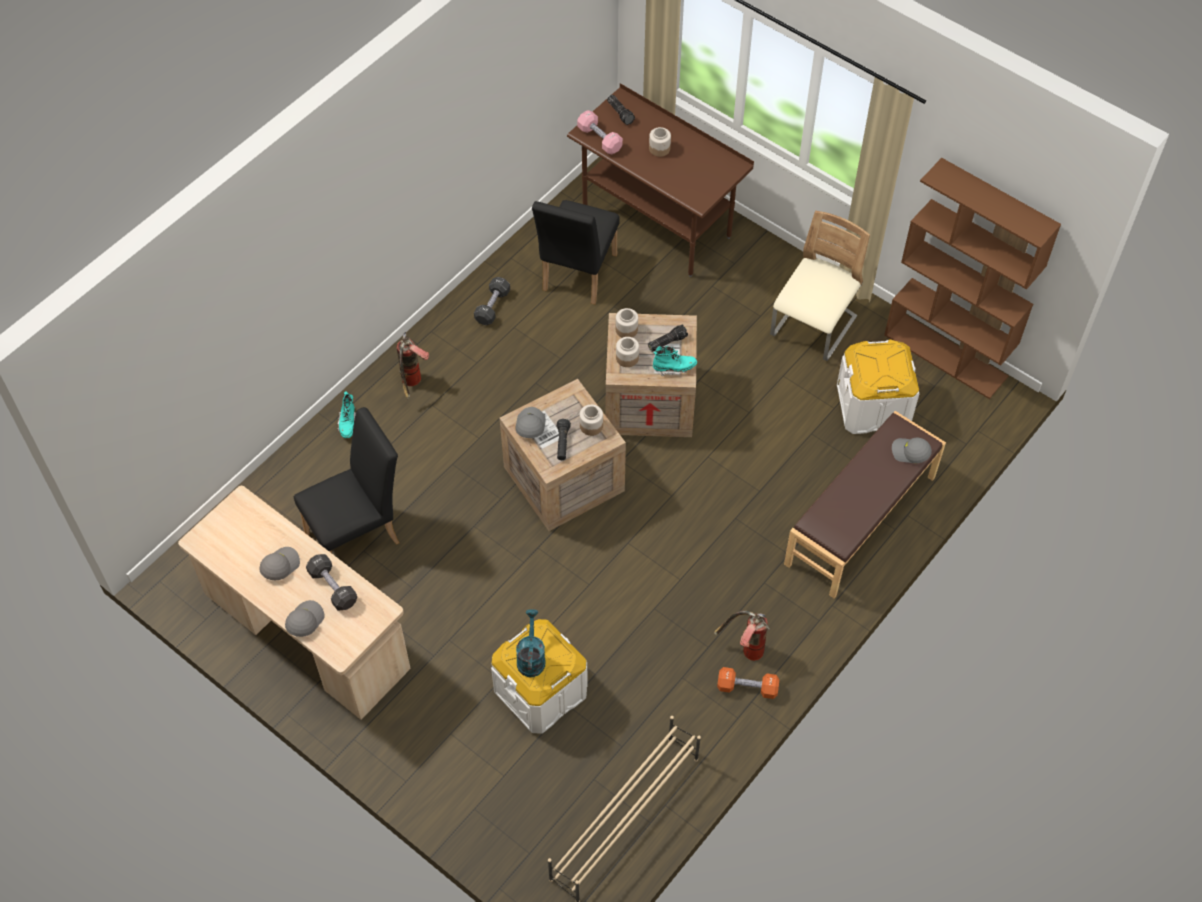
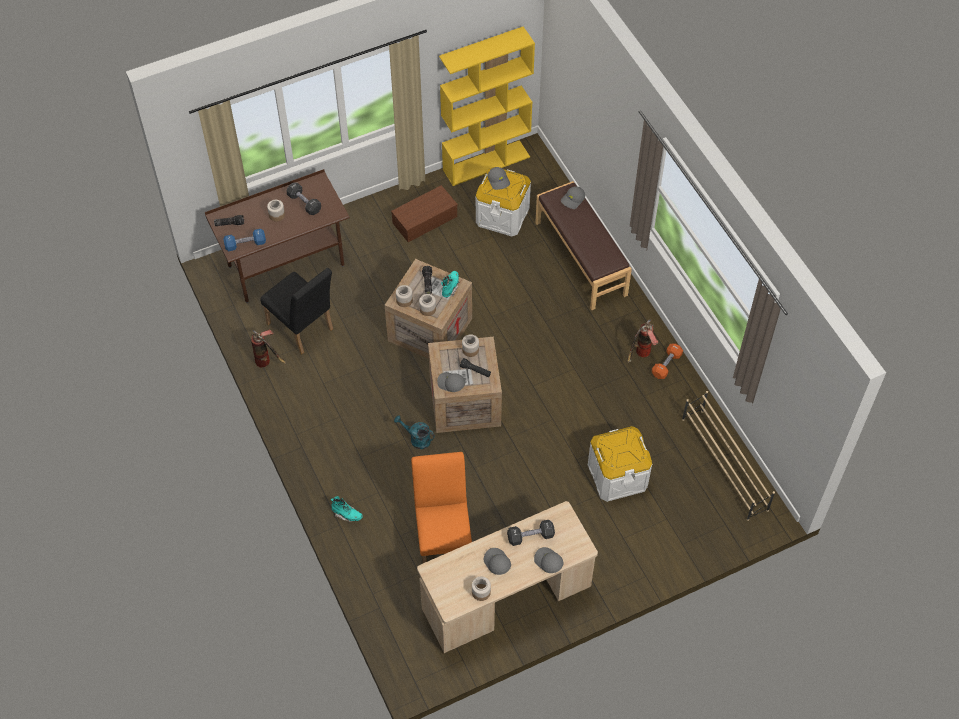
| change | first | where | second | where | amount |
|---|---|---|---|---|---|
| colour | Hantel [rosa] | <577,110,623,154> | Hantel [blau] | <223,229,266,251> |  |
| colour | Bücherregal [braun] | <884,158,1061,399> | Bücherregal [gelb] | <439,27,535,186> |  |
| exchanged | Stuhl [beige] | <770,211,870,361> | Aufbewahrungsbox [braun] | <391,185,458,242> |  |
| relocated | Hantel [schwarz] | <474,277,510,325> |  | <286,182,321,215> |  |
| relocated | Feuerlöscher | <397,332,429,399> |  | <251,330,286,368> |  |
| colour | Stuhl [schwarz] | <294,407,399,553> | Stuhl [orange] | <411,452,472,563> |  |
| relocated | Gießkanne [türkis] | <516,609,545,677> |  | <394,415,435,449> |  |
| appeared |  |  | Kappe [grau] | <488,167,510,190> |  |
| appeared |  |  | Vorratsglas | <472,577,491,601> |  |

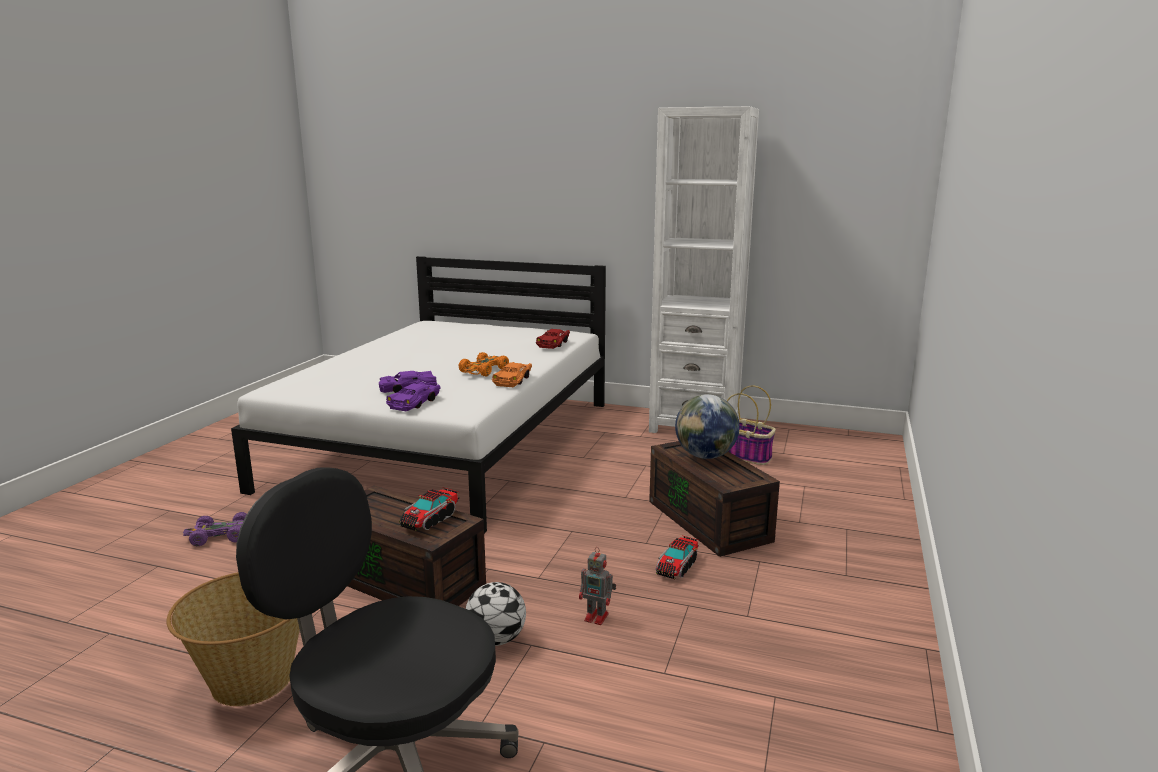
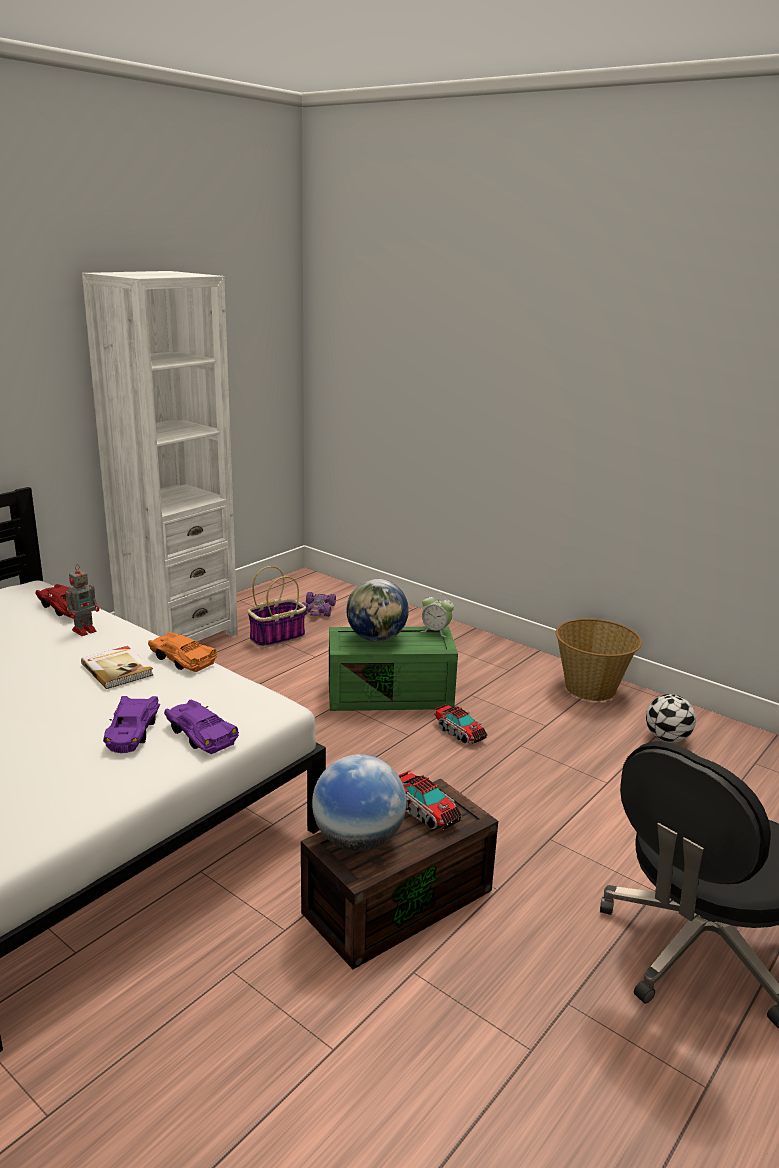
| change | first | where | second | where | amount |
|---|---|---|---|---|---|
| exchanged | Spielzeugauto [orange] | <459,352,509,377> | Buch | <81,646,153,689> |  |
| colour | Aufbewahrungsbox [braun] | <649,441,780,557> | Aufbewahrungsbox [grün] | <329,626,458,711> |  |
| relocated | Spielzeugauto [lila] | <183,512,247,546> |  | <302,592,336,617> |  |
| relocated | Spielzeugroboter | <579,547,616,625> |  | <65,564,99,636> |  |
| relocated | Korb | <166,572,300,706> |  | <556,619,642,701> |  |
| relocated | Fußball | <466,582,526,646> |  | <646,694,696,742> |  |
| appeared |  |  | Wecker | <421,593,454,637> |  |
| appeared |  |  | Globus | <312,754,406,852> |  |

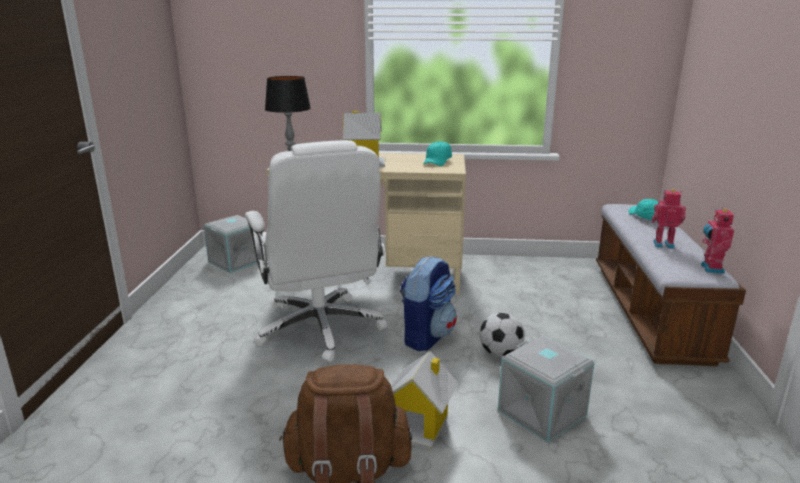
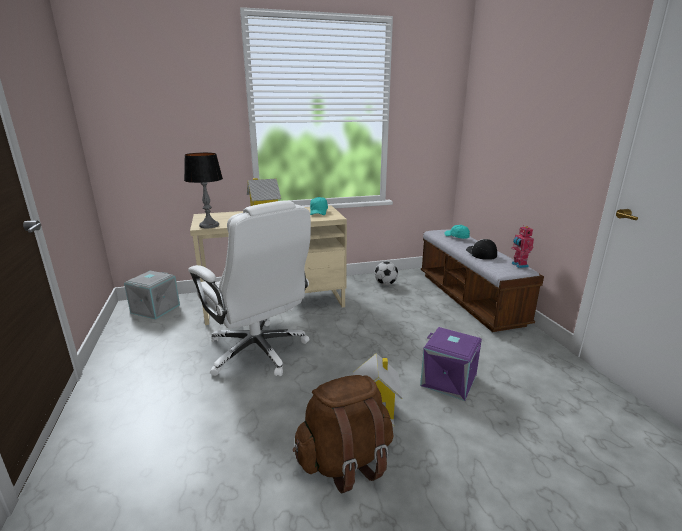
| change | first | where | second | where | amount |
|---|---|---|---|---|---|
| exchanged | Spielzeugroboter | <652,189,686,249> | Kappe | <466,239,497,260> |  |
| missing | Rucksack | <400,256,457,351> |  |  |  |
| relocated | Fußball | <480,312,525,357> |  | <374,261,398,285> |  |
| colour | Aufbewahrungsbox [grau] | <498,336,595,443> | Aufbewahrungsbox [lila] | <420,327,482,401> |  |

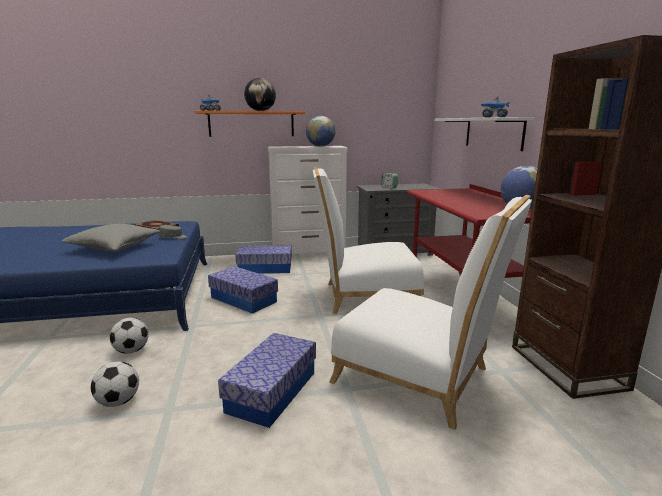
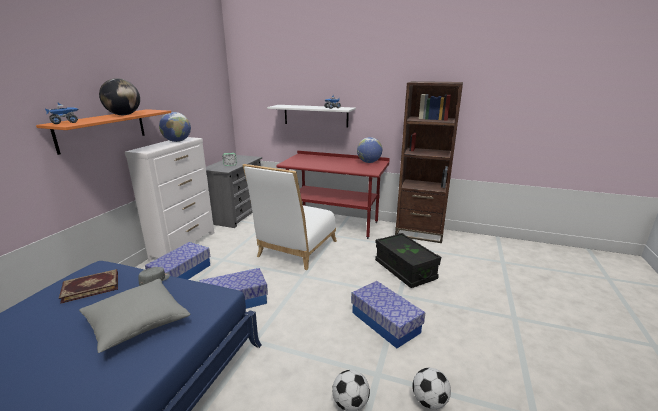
| change | first | where | second | where | amount |
|---|---|---|---|---|---|
| exchanged | Stuhl [weiß] | <329,195,532,430> | Aufbewahrungsbox [schwarz] | <375,233,441,288> |  |
| relocated | Fußball | <110,318,149,354> |  | <412,368,451,409> |  |

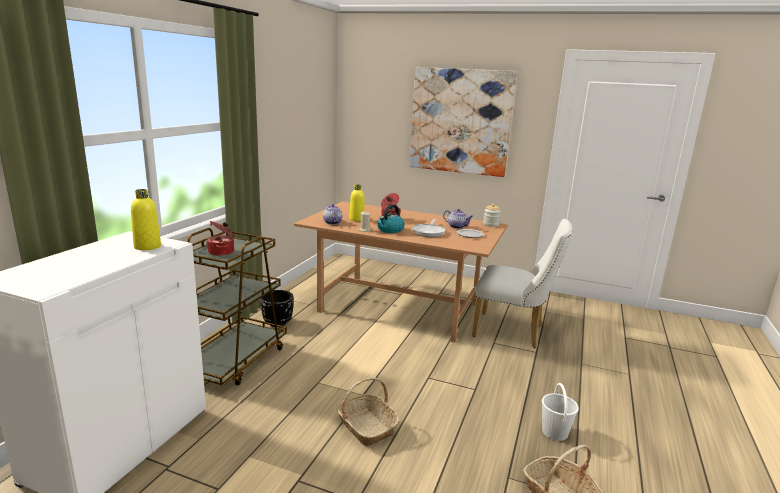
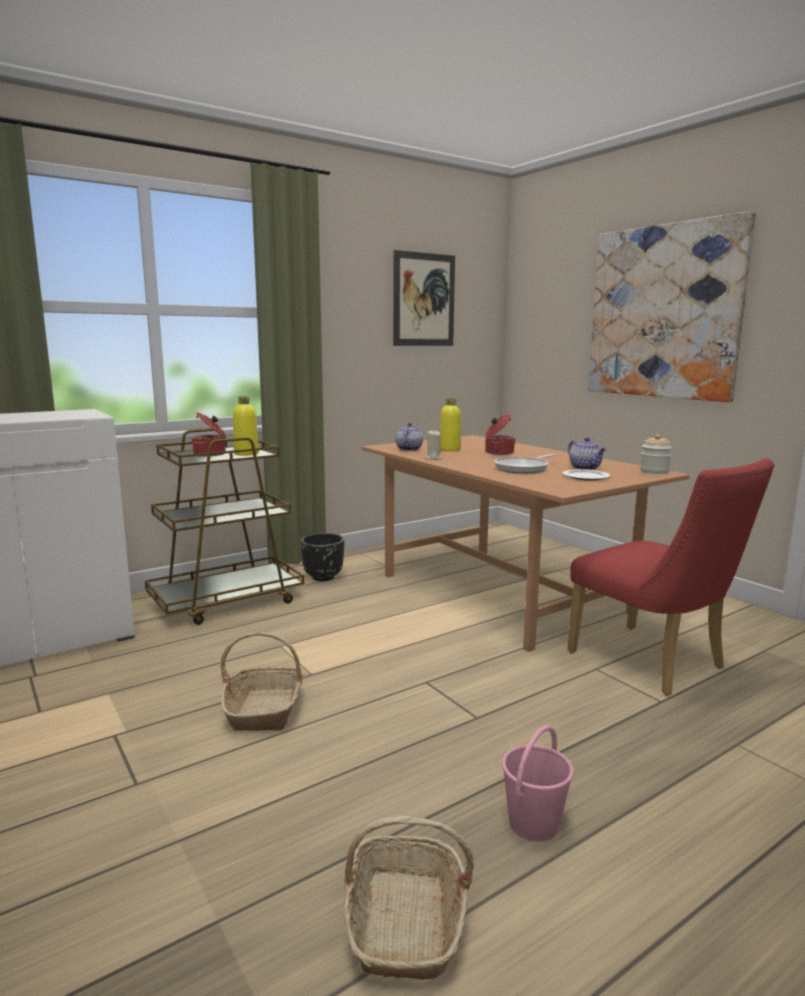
| change | first | where | second | where | amount |
|---|---|---|---|---|---|
| relocated | Flasche [gelb] | <131,189,161,250> |  | <233,396,259,456> |  |
| missing | Wasserkessel | <377,204,405,233> |  |  |  |
| colour | Stuhl [weiß] | <472,219,573,348> | Stuhl [rot] | <567,458,774,696> |  |
| colour | Eimer [weiß] | <542,383,579,441> | Eimer [rosa] | <502,725,574,842> |  |
| appeared |  |  | Bild | <393,250,455,346> |  |

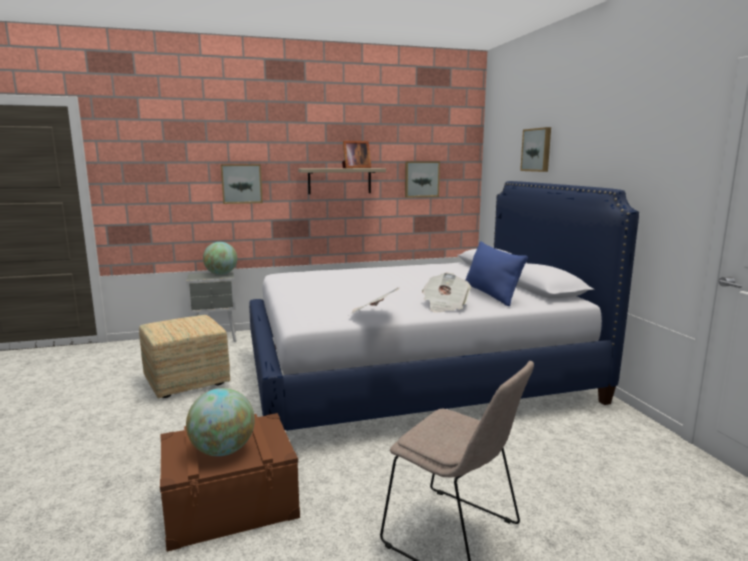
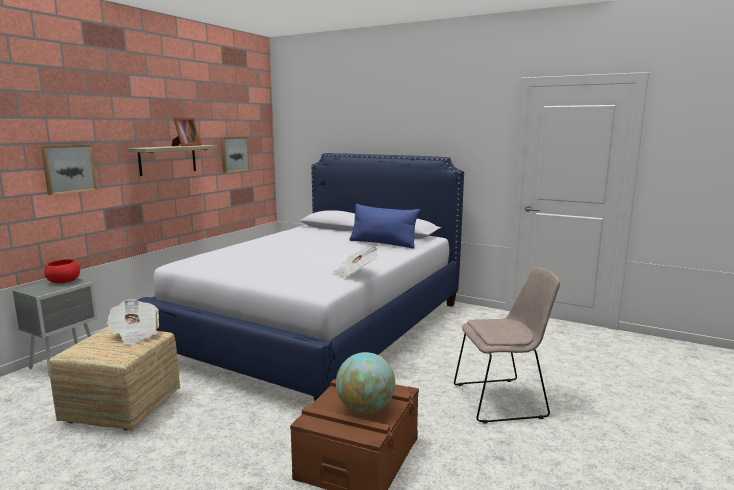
| change | first | where | second | where | amount |
|---|---|---|---|---|---|
| missing | Bild | <520,127,551,172> |  |  |  |
| exchanged | Globus | <203,242,237,275> | Schüssel [rot] | <45,259,80,283> |  |
| relocated | Zeitung | <422,273,471,312> |  | <106,299,159,345> |  |

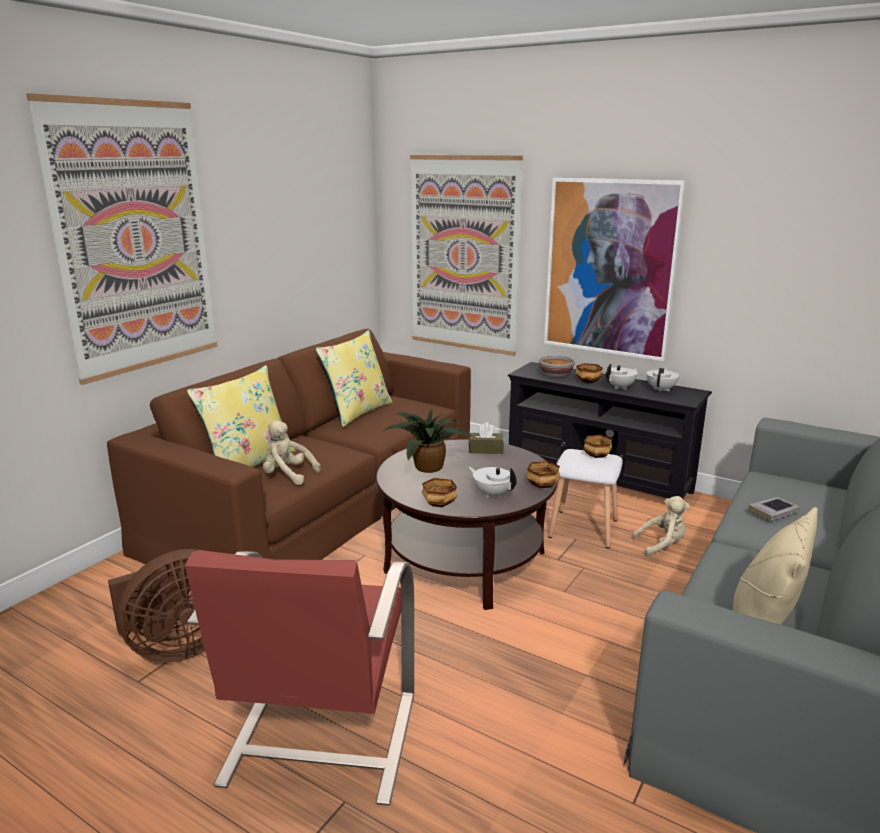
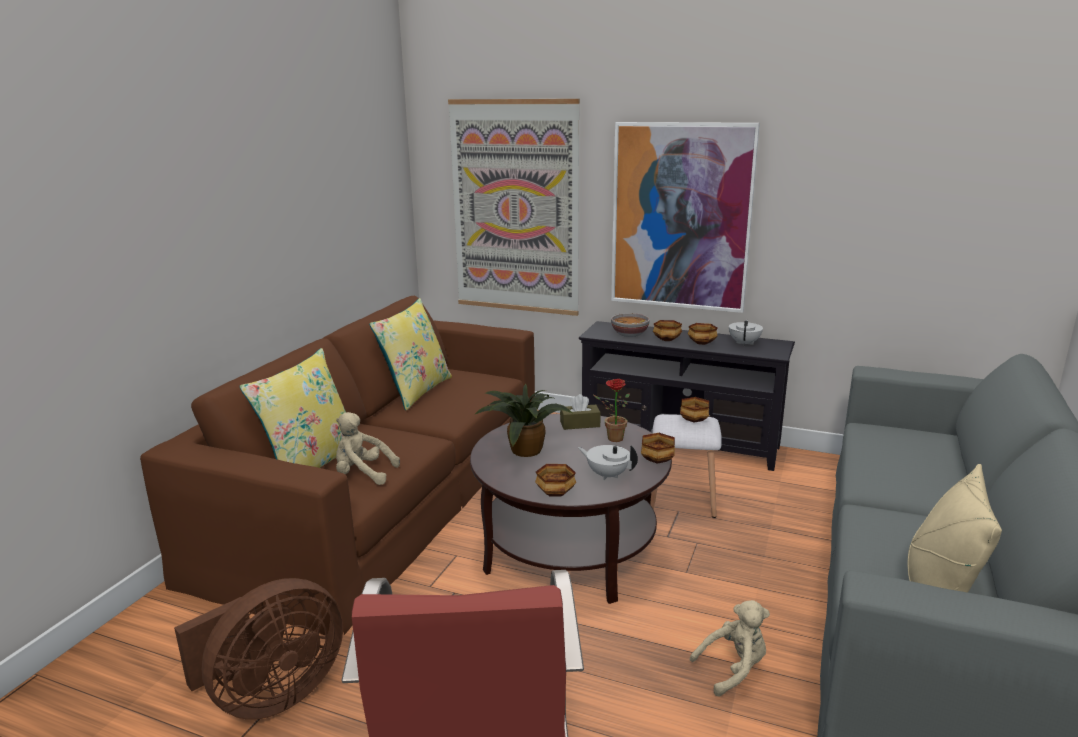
| change | first | where | second | where | amount |
|---|---|---|---|---|---|
| missing | Bild | <26,93,218,385> |  |  |  |
| exchanged | Teekanne [weiß] | <606,364,638,390> | Schüssel | <688,323,718,345> |  |
| relocated | Plüschtier [beige] | <632,496,690,557> |  | <690,600,770,696> |  |
| missing | Buch | <748,497,800,521> |  |  |  |
| appeared |  |  | Topfpflanze | <593,379,630,442> |  |

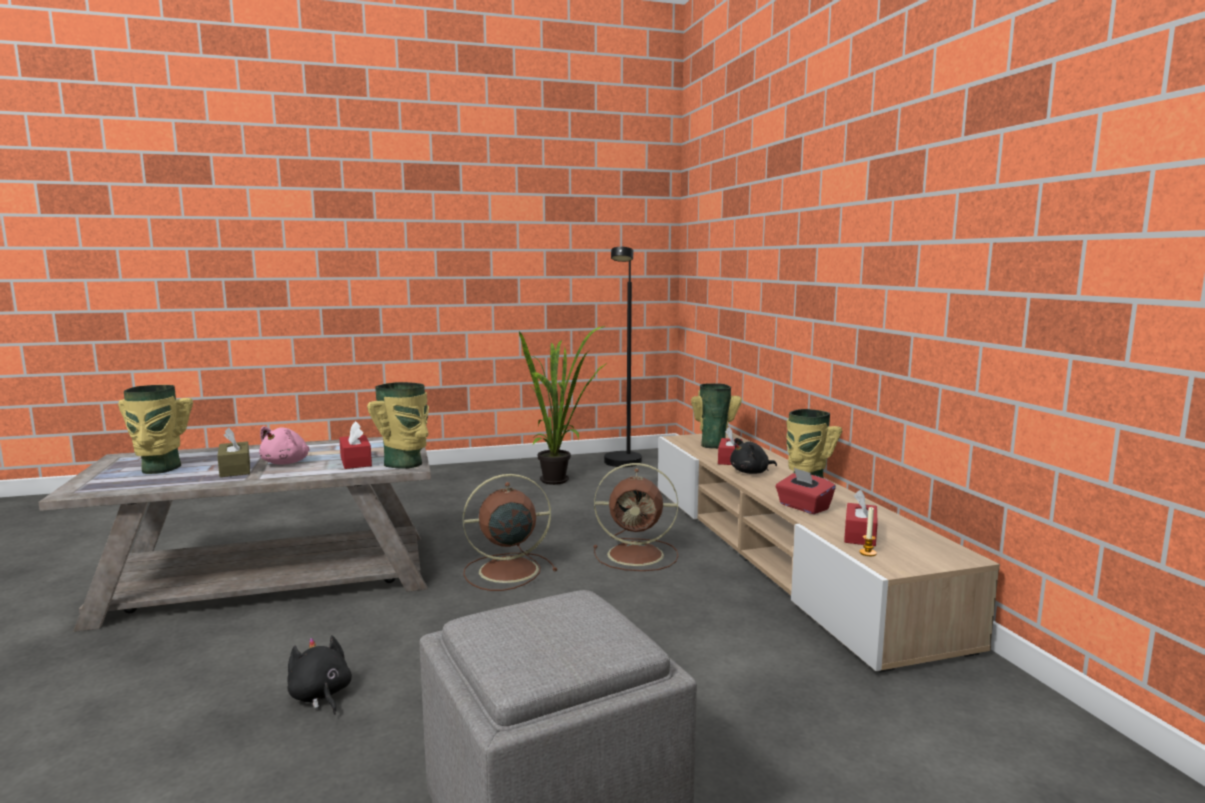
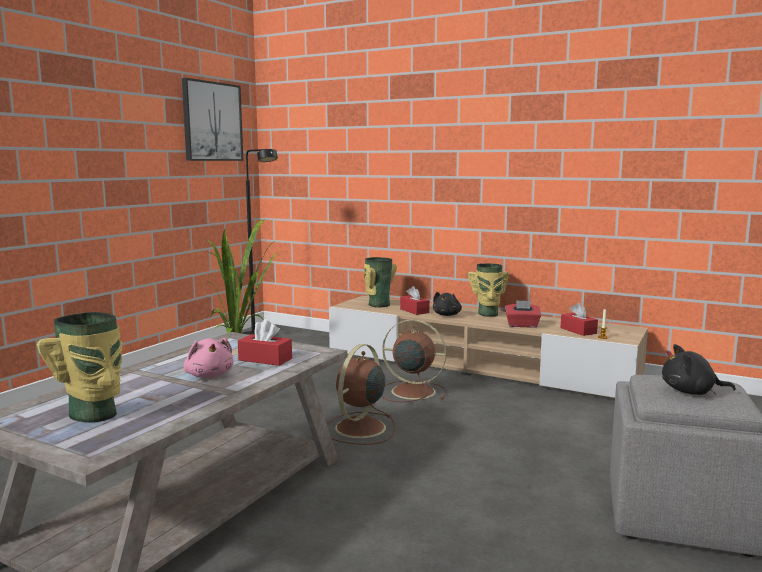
| change | first | where | second | where | amount |
|---|---|---|---|---|---|
| missing | Vase | <367,382,429,468> |  |  |  |
| missing | Taschentuchbox [braun] | <217,428,250,477> |  |  |  |
| spun | Ventilator [braun] | <594,463,678,571> |  | <381,319,446,402> | 120 degrees counterclockwise |
| relocated | Plüschtier [schwarz] | <287,635,352,715> |  | <662,344,736,395> |  |
| appeared |  |  | Bild | <182,78,243,161> |  |

